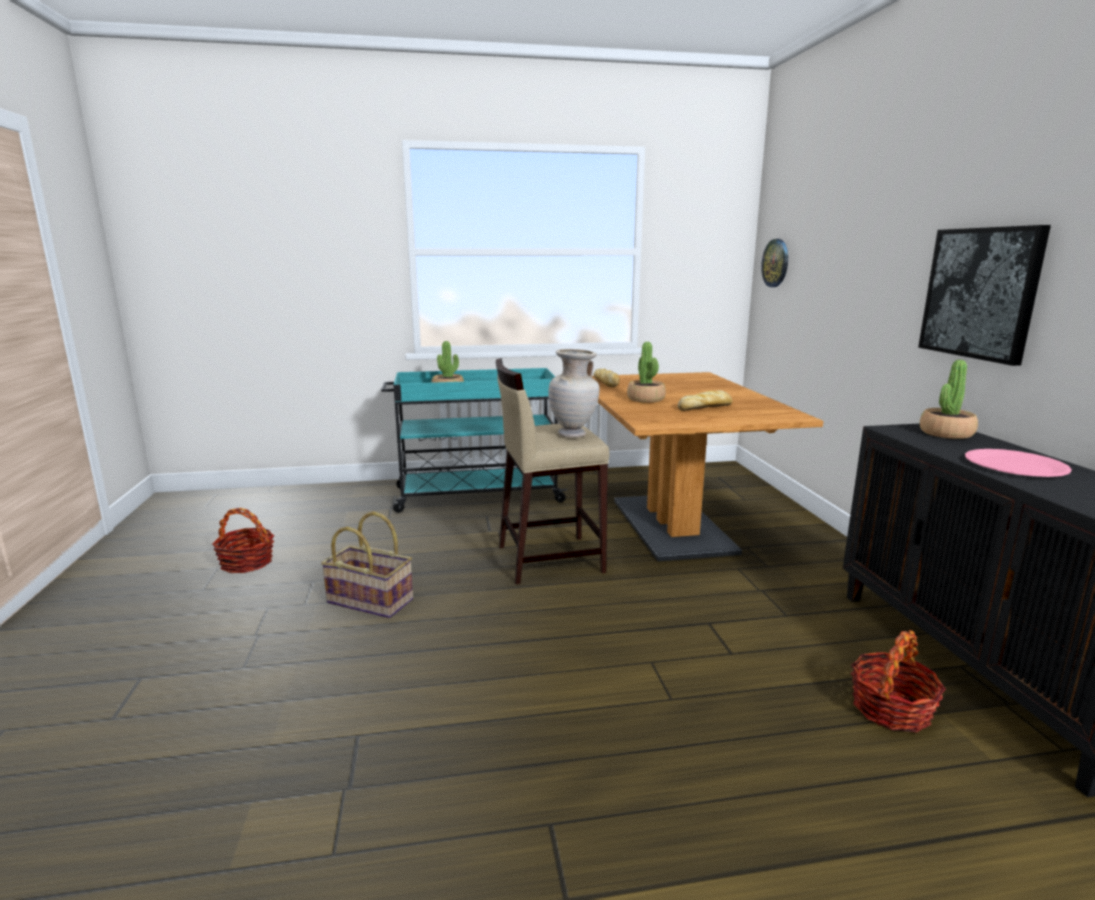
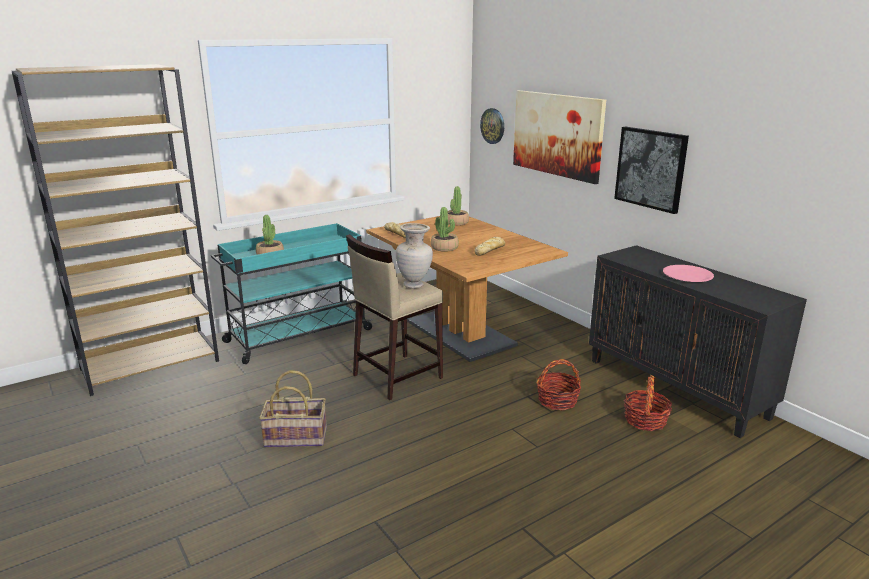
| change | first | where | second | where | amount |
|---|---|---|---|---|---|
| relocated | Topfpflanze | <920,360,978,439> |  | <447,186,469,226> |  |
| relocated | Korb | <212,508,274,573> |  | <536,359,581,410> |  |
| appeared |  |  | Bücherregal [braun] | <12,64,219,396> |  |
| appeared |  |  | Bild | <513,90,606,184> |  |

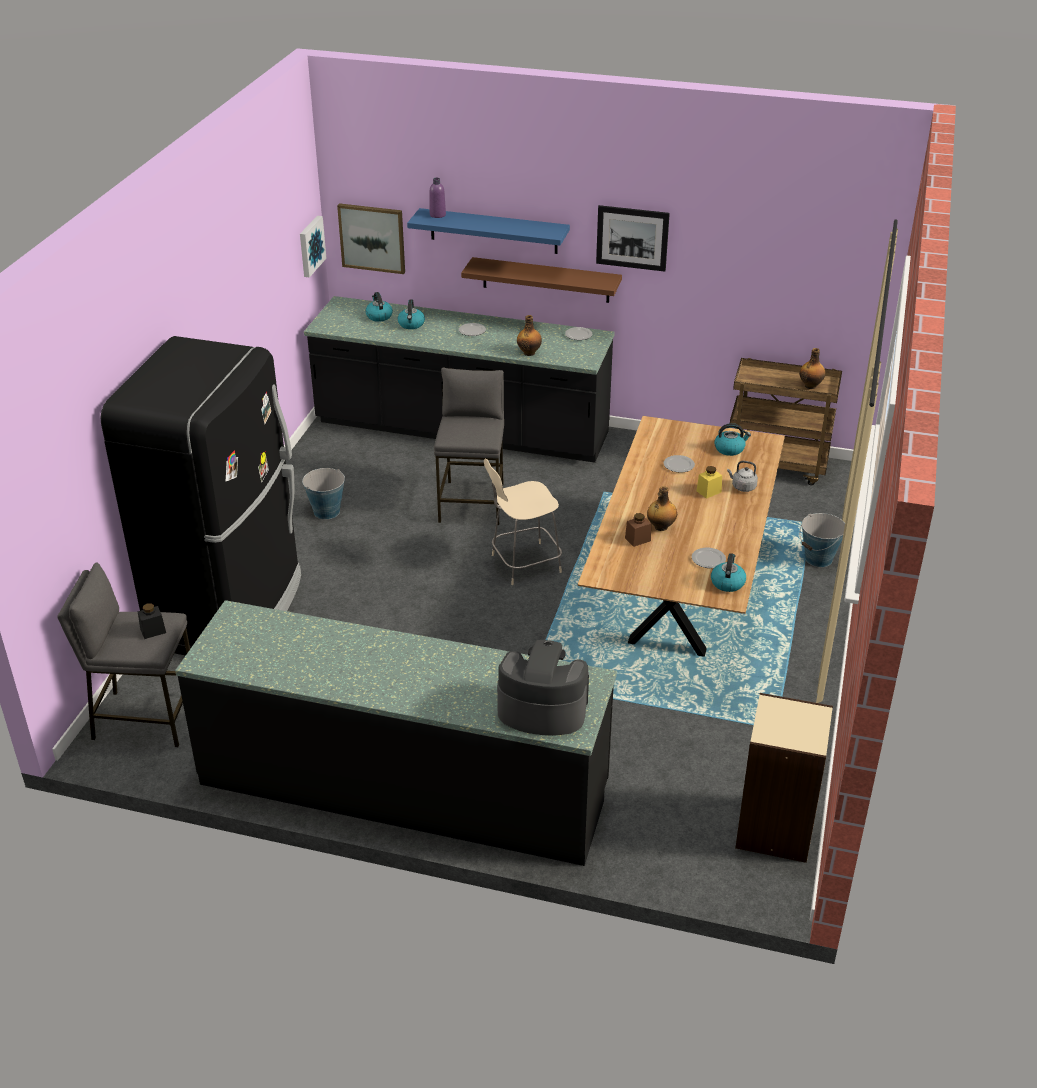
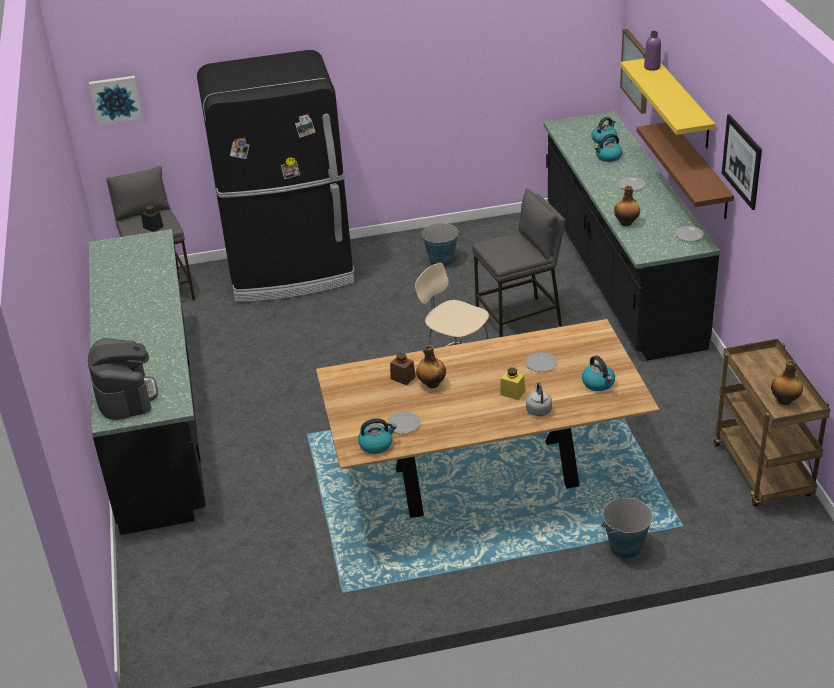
| change | first | where | second | where | amount |
|---|---|---|---|---|---|
| colour | Wandregal [blau] | <407,208,570,254> | Wandregal [gelb] | <621,58,715,149> |  |
| relocated | Bild | <300,216,327,277> |  | <89,76,143,125> |  |
| missing | Bücherregal [beige] | <735,693,833,863> |  |  |  |

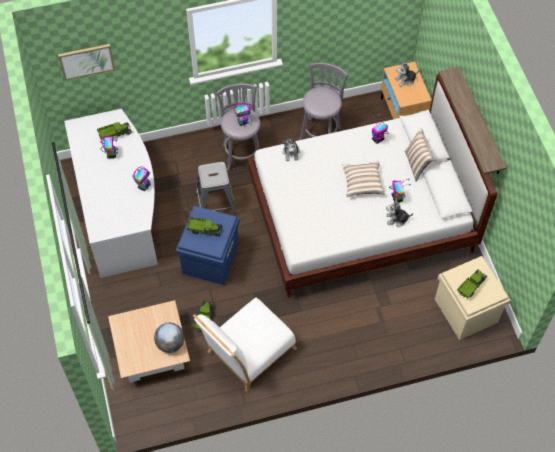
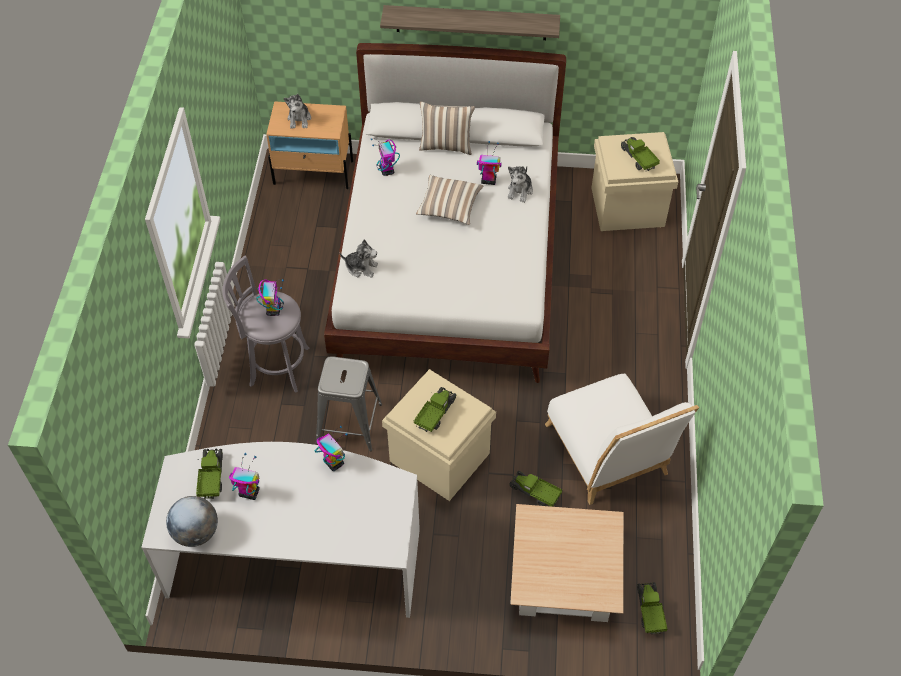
| change | first | where | second | where | amount |
|---|---|---|---|---|---|
| missing | Bild | <58,44,115,80> |  |  |  |
| missing | Hocker [grau] | <299,63,348,140> |  |  |  |
| colour | Aufbewahrungsbox [blau] | <176,206,240,285> | Aufbewahrungsbox [beige] | <382,369,496,501> |  |
| relocated | Globus | <154,323,185,353> |  | <166,496,218,547> |  |
| appeared |  |  | Spielzeuglaster | <637,582,667,634> |  |

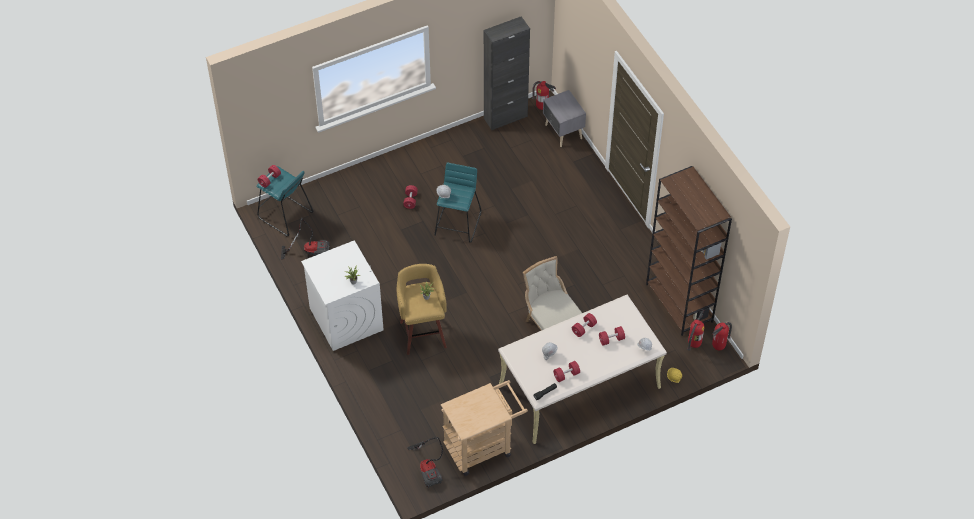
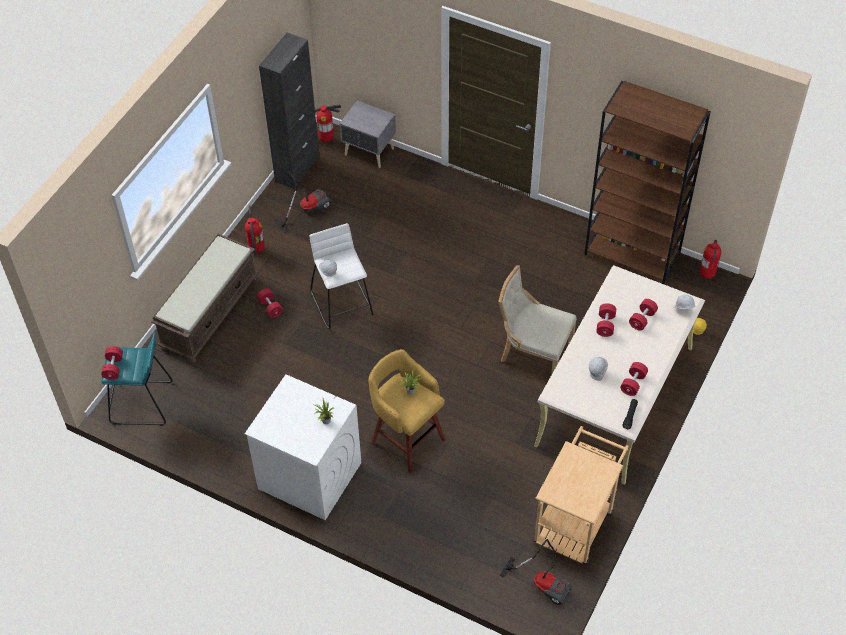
| change | first | where | second | where | amount |
|---|---|---|---|---|---|
| colour | Hocker [türkis] | <434,162,481,243> | Hocker [weiß] | <310,223,373,329> |  |
| relocated | Staubsauger | <281,217,329,260> |  | <274,173,331,233> |  |
| relocated | Feuerlöscher | <687,310,705,351> |  | <245,205,265,258> |  |
| appeared |  |  | Bank [braun] | <151,234,259,363> |  |

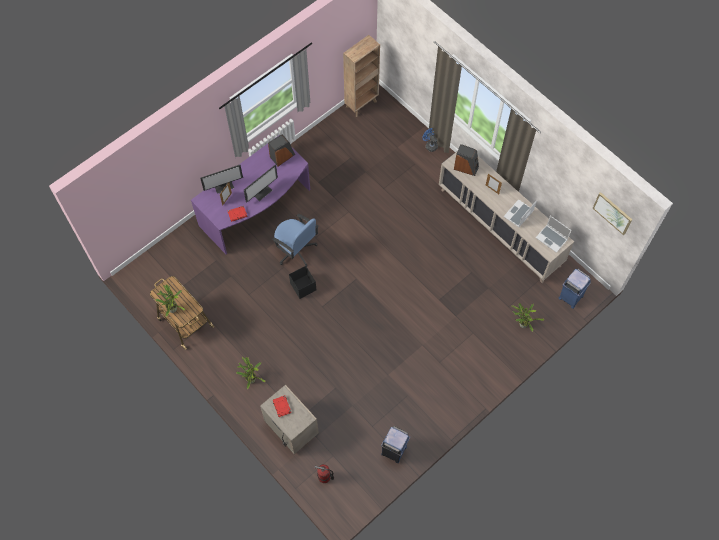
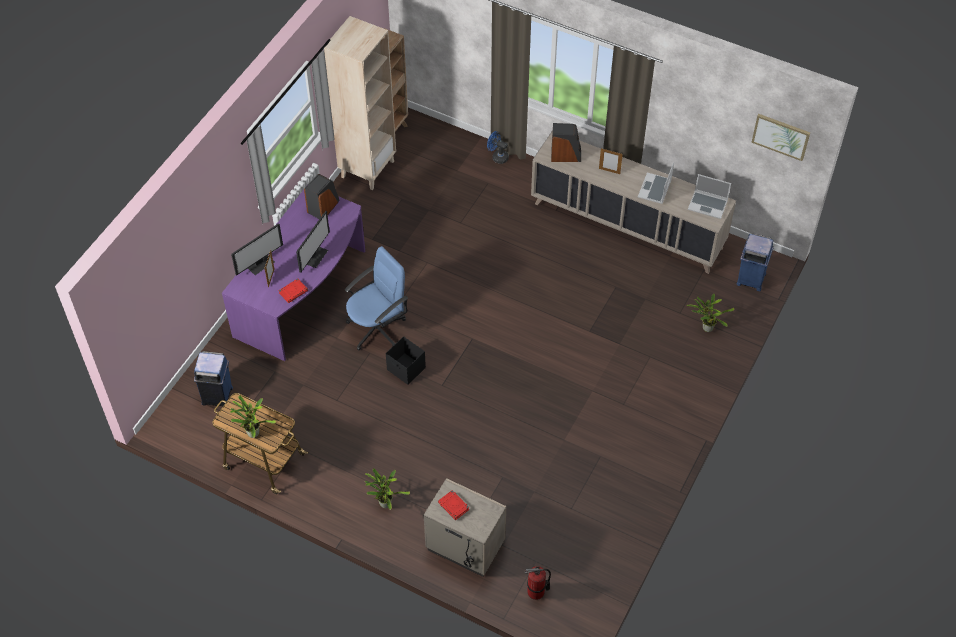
| change | first | where | second | where | amount |
|---|---|---|---|---|---|
| spun | Bürostuhl [blau] | <272,214,319,266> |  | <345,246,408,350> | 60 degrees counterclockwise |
| relocated | Mülleimer [blau] | <381,426,410,463> |  | <194,351,233,407> |  |
| appeared |  |  | Bücherregal [beige] | <324,16,396,190> |  |

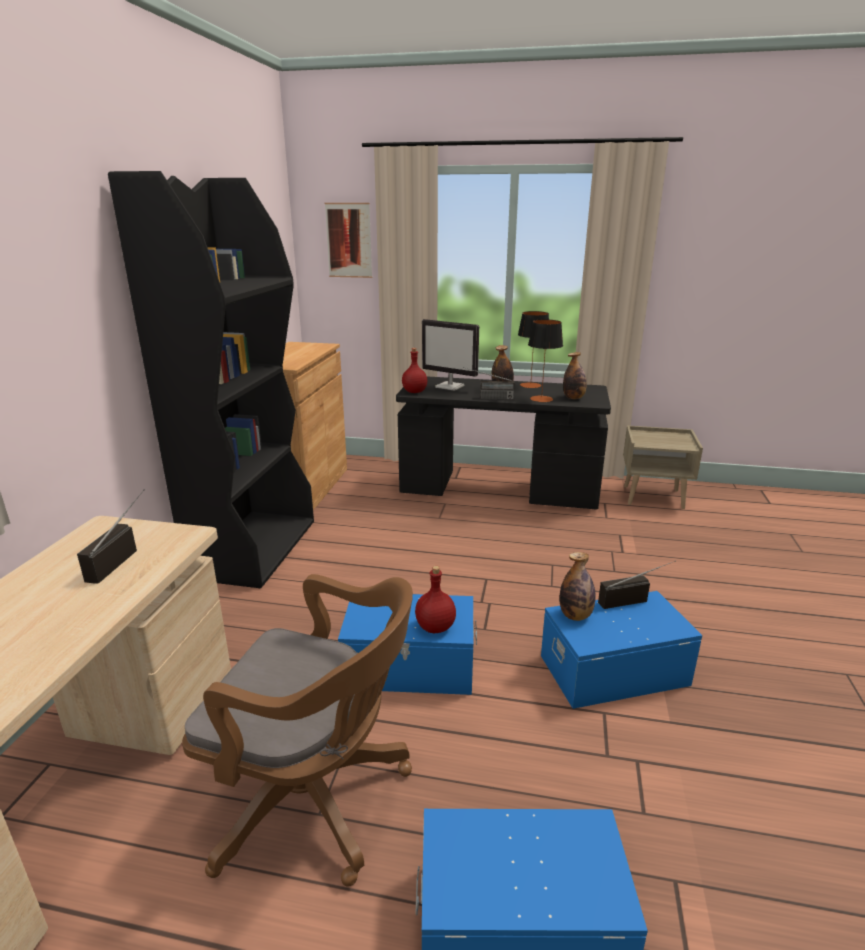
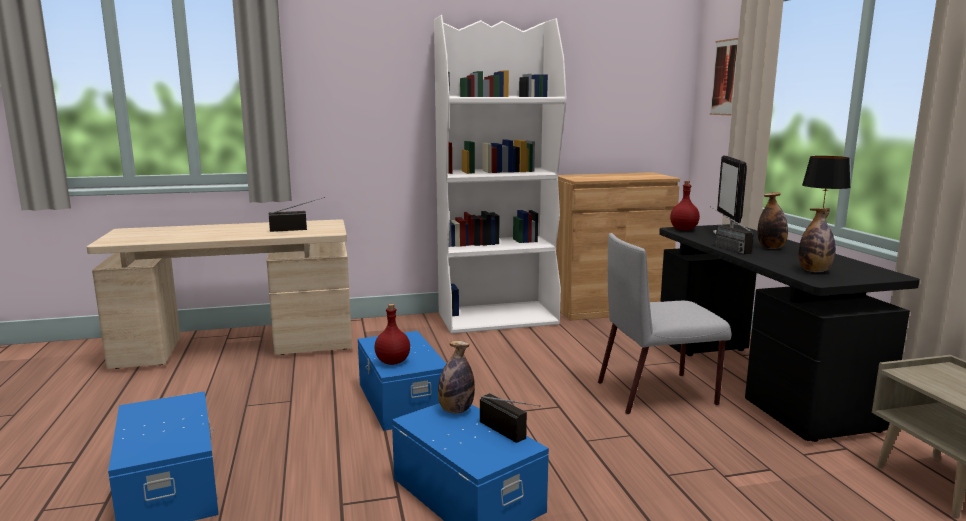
| change | first | where | second | where | amount |
|---|---|---|---|---|---|
| colour | Bücherregal [schwarz] | <108,171,314,588> | Bücherregal [weiß] | <434,15,566,334> |  |
| missing | Tischlampe | <528,319,563,402> |  |  |  |
| missing | Bürostuhl [braun] | <182,574,413,887> |  |  |  |
| appeared |  |  | Stuhl [grau] | <598,233,731,415> |  |

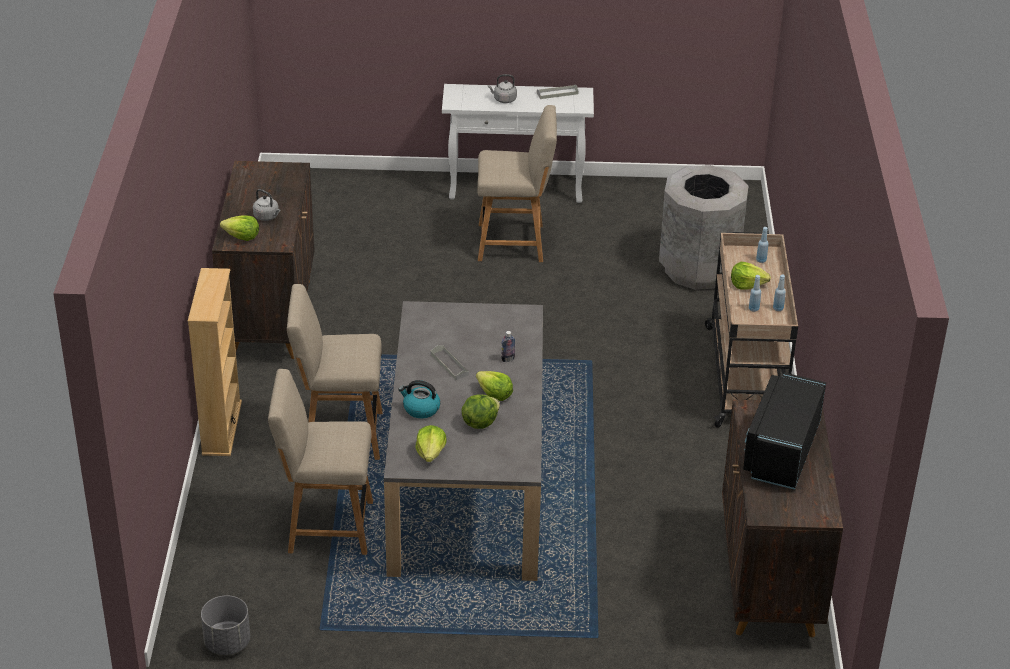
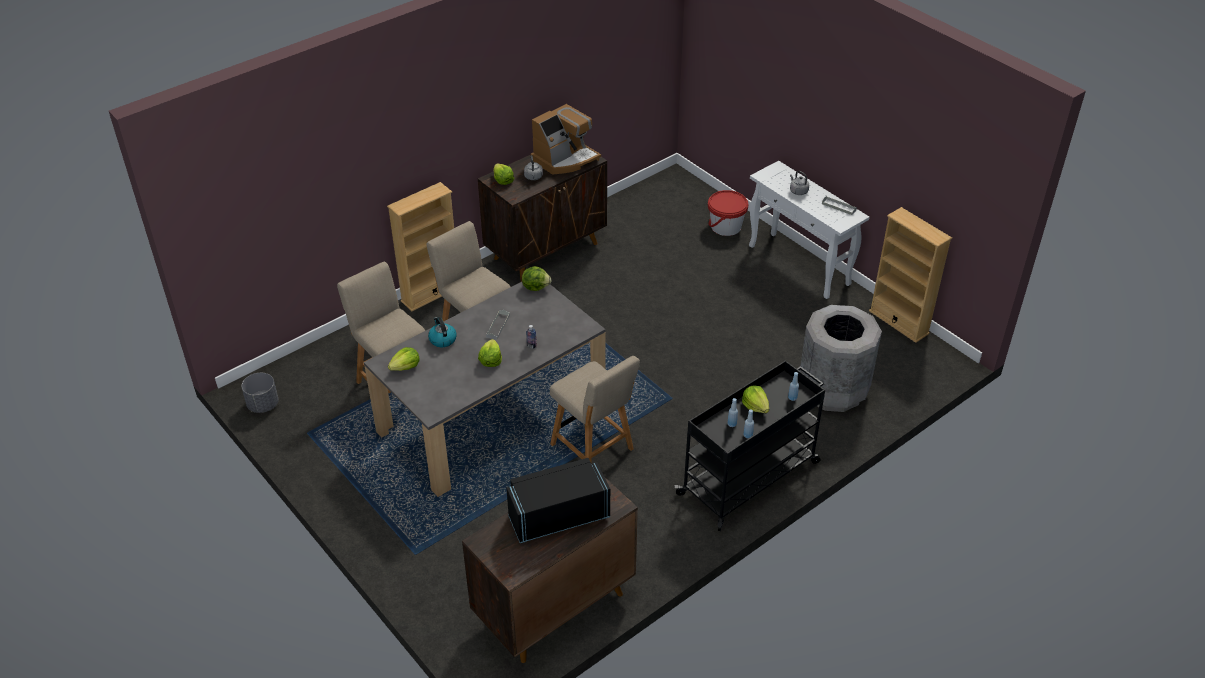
| change | first | where | second | where | amount |
|---|---|---|---|---|---|
| relocated | Stuhl [beige] | <477,105,557,262> |  | <550,356,640,462> |  |
| colour | Rollwagen [beige] | <705,232,798,428> | Rollwagen [schwarz] | <675,360,825,531> |  |
| relocated | Salatkopf | <461,394,500,429> |  | <522,266,552,291> |  |
| appeared |  |  | Kaffeemaschine | <530,104,601,175> |  |
| appeared |  |  | Eimer [rot] | <708,190,748,236> |  |
| appeared |  |  | Bücherregal [beige] | <869,207,952,343> |  |

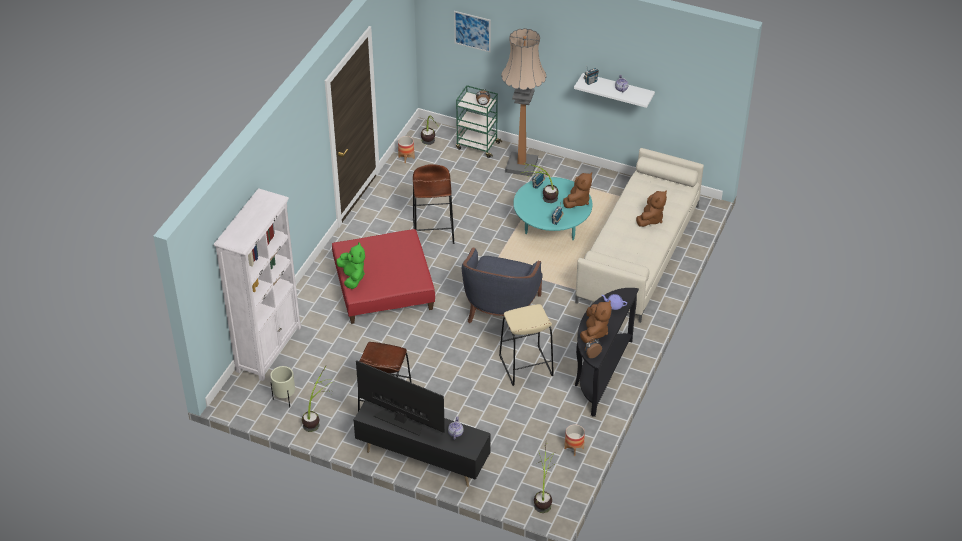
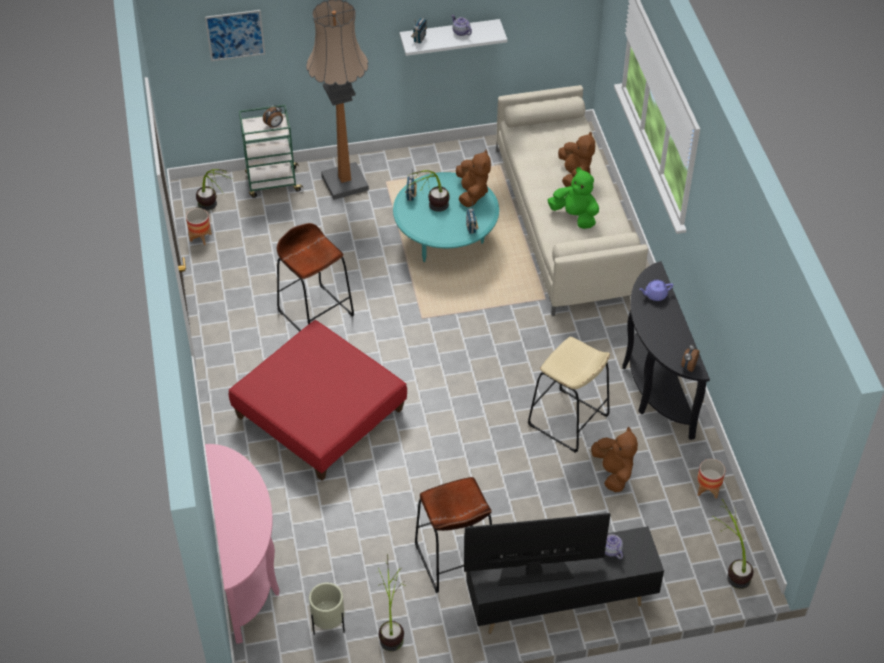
| change | first | where | second | where | amount |
|---|---|---|---|---|---|
| exchanged | Bücherregal [weiß] | <214,188,301,381> | Konsolentisch [rosa] | <205,444,280,644> |  |
| relocated | Plüschtier [grün] | <337,243,365,289> |  | <548,167,599,229> |  |
| missing | Sessel [blau] | <462,247,543,323> |  |  |  |
| relocated | Plüschtier [braun] | <580,300,612,343> |  | <591,427,638,492> |  |

